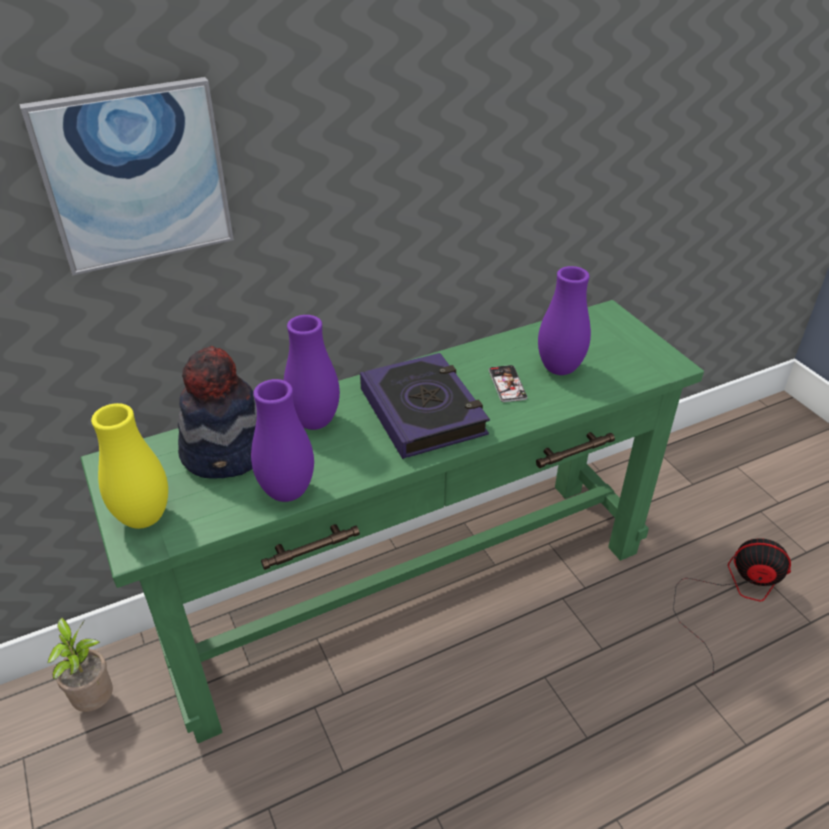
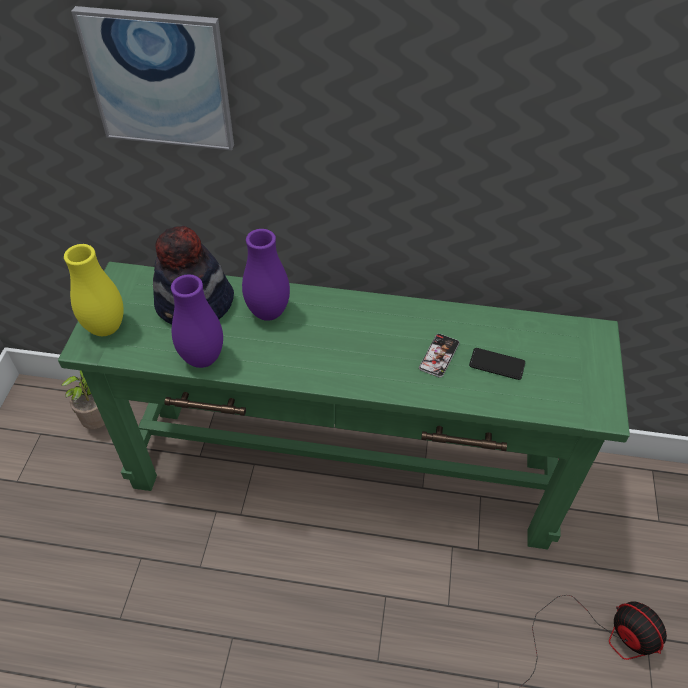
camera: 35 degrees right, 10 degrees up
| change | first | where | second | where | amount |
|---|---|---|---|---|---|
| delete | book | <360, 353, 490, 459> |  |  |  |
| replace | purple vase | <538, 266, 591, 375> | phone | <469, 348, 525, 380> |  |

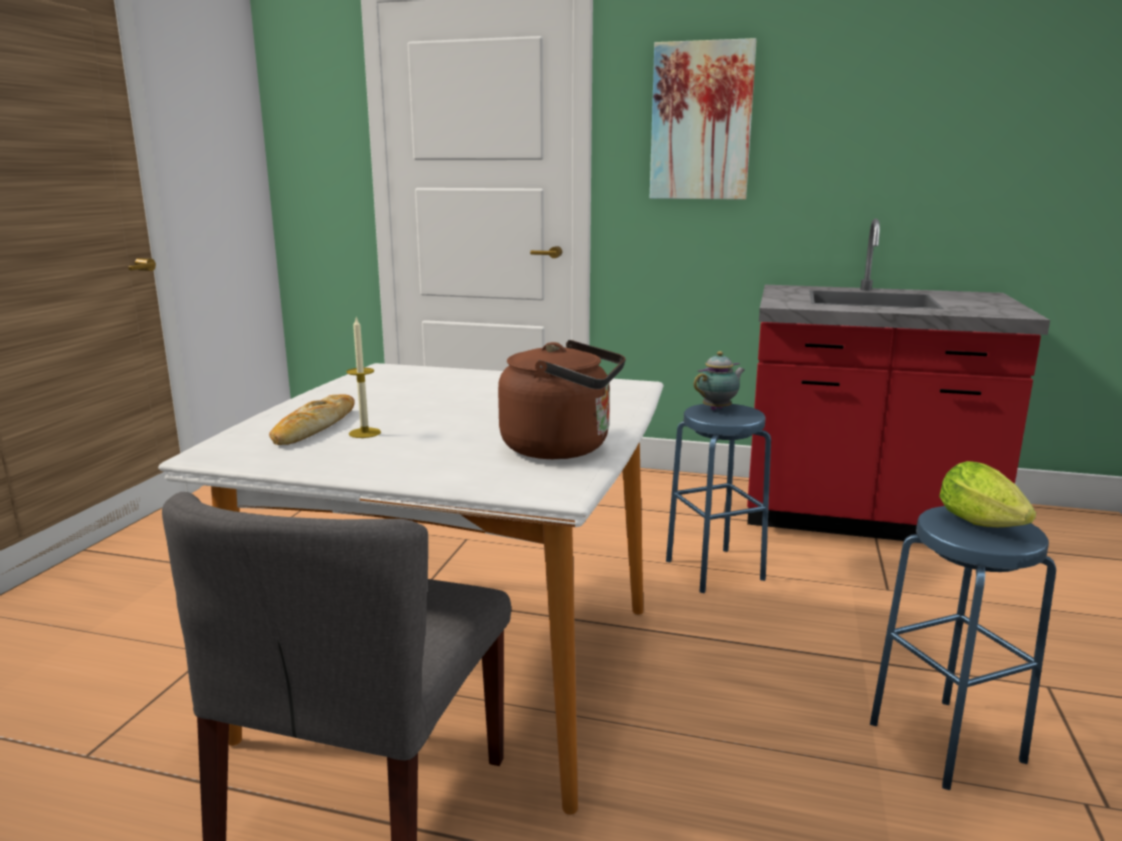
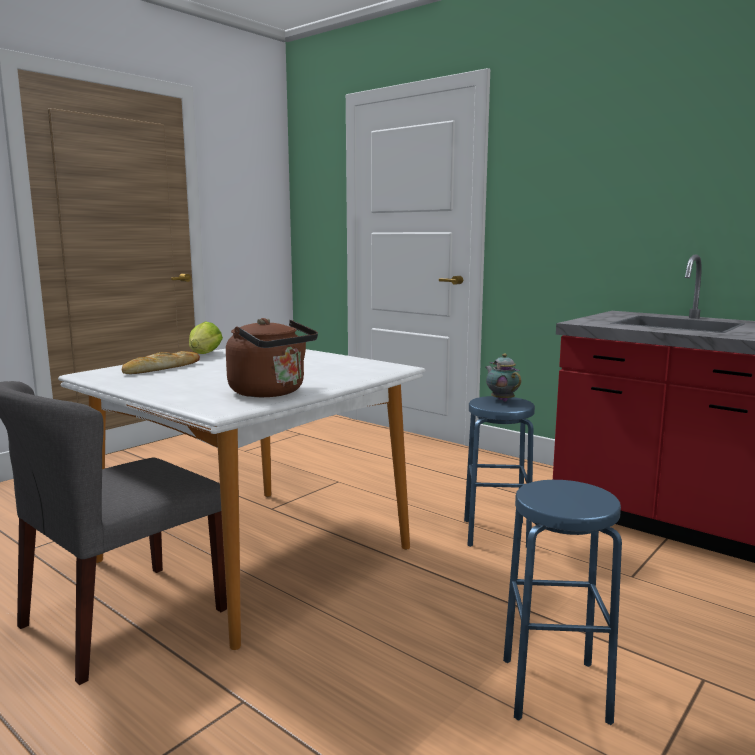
camera: 25 degrees right, 5 degrees down
| change | first | where | second | where | amount |
|---|---|---|---|---|---|
| delete | candle | <346, 317, 381, 438> |  |  |  |
| delete | picture | <650, 38, 757, 200> |  |  |  |
| move | lettuce | <939, 461, 1036, 527> |  | <189, 322, 223, 354> |  |
| rotate | teapot | <694, 351, 745, 410> |  | <485, 353, 521, 402> | 105 degrees counterclockwise |

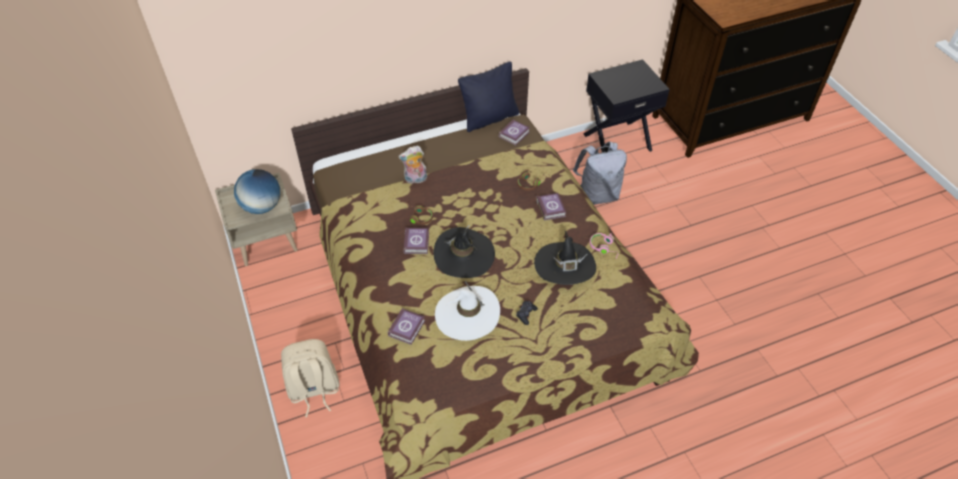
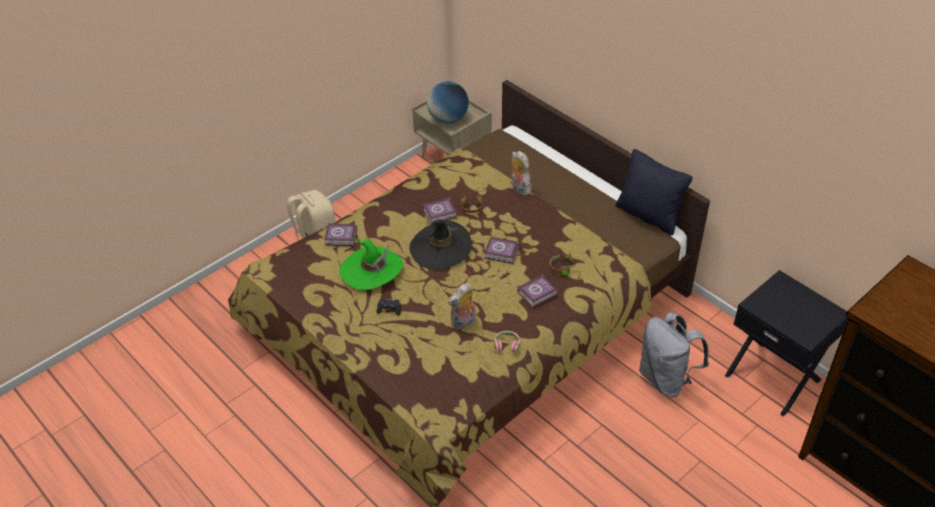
camera: 70 degrees right, 5 degrees down
| change | first | where | second | where | amount |
|---|---|---|---|---|---|
| move | book | <499, 119, 530, 146> |  | <484, 237, 519, 264> |  |
| replace | black hat | <534, 231, 596, 285> | plush toy | <448, 283, 476, 330> |  |
| recolor | white hat | <435, 281, 500, 341> | green hat | <340, 238, 403, 290> |  |

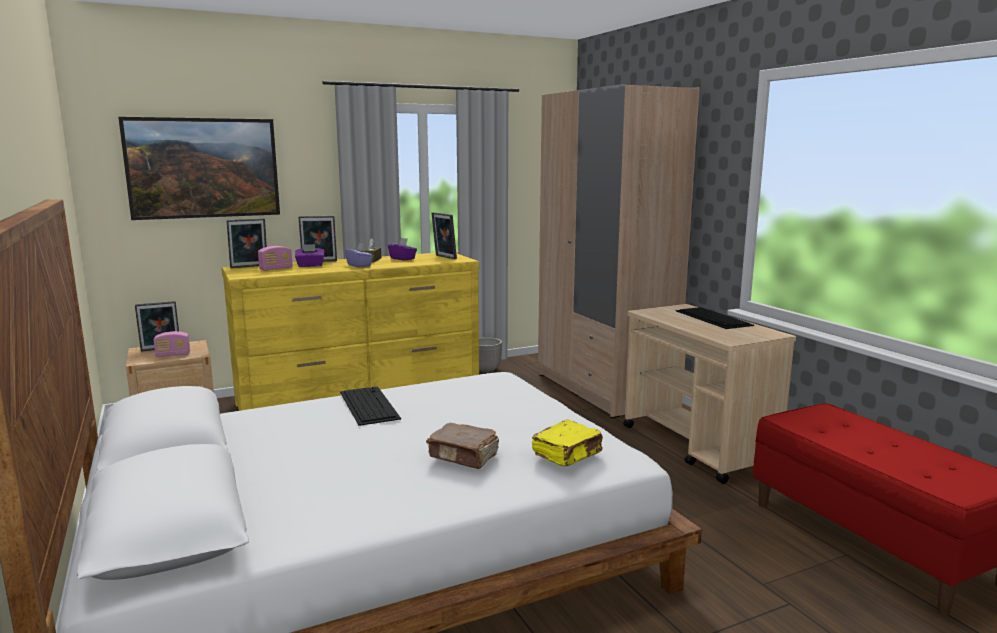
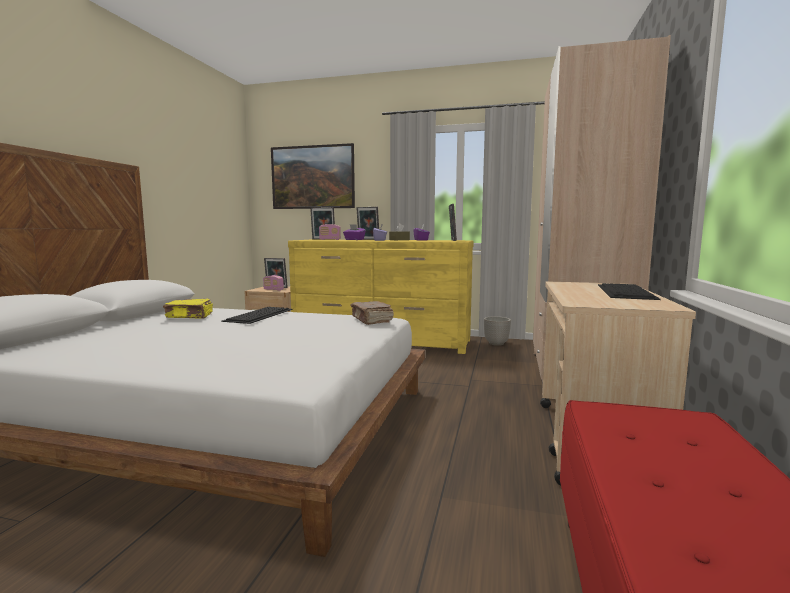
camera: 40 degrees right, 5 degrees down
| change | first | where | second | where | amount |
|---|---|---|---|---|---|
| move | brown book | <426, 423, 499, 469> |  | <351, 301, 394, 325> |  |
| move | yellow book | <532, 420, 603, 466> |  | <163, 299, 213, 319> |  |

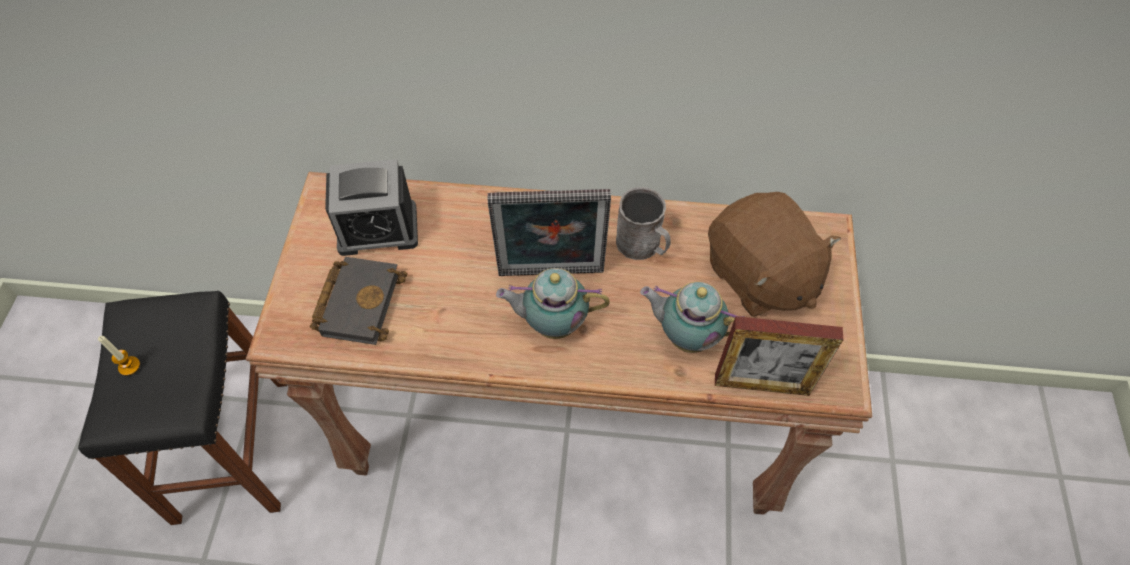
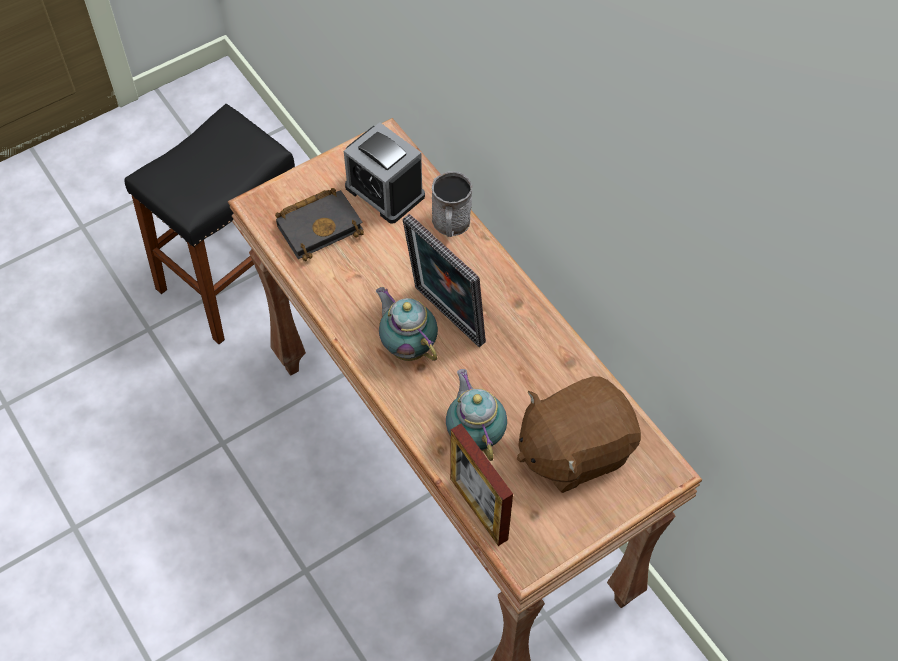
camera: 50 degrees right, 0 degrees up
| change | first | where | second | where | amount |
|---|---|---|---|---|---|
| delete | candle | <98, 336, 140, 376> |  |  |  |
| move | grey mug | <616, 187, 671, 260> |  | <432, 171, 472, 237> |  |
| rotate | brown plush toy | <708, 192, 841, 317> |  | <517, 376, 641, 493> | 45 degrees clockwise |

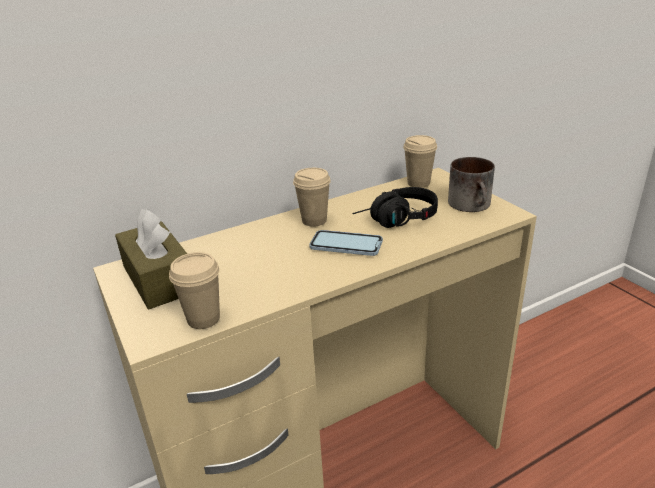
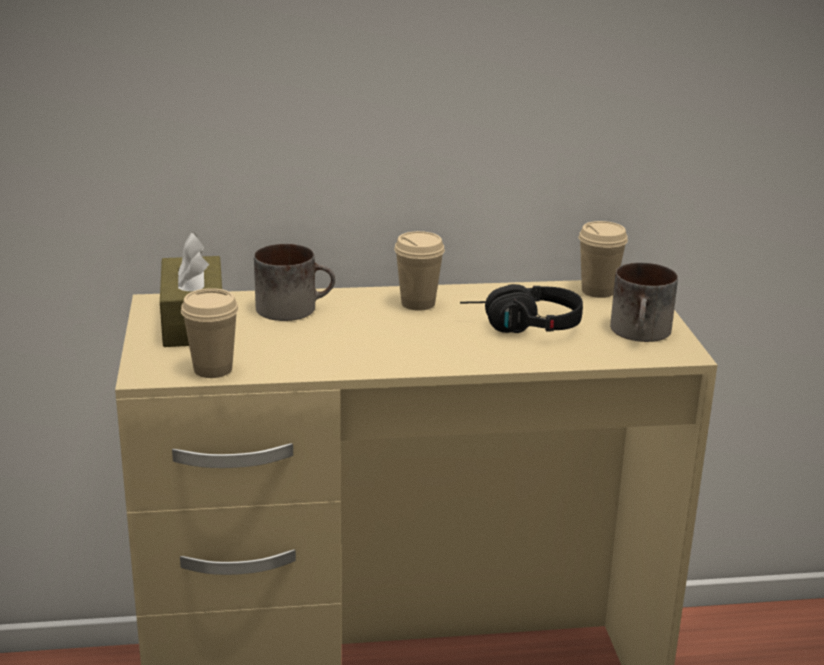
camera: 20 degrees right, 5 degrees down
| change | first | where | second | where | amount |
|---|---|---|---|---|---|
| delete | phone | <309, 230, 383, 256> |  |  |  |
| insert |  |  | mug | <254, 244, 335, 321> |  |

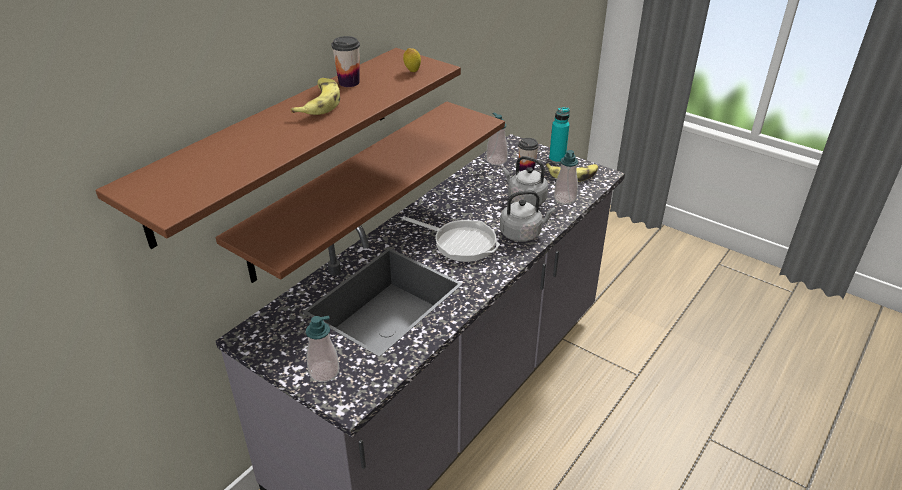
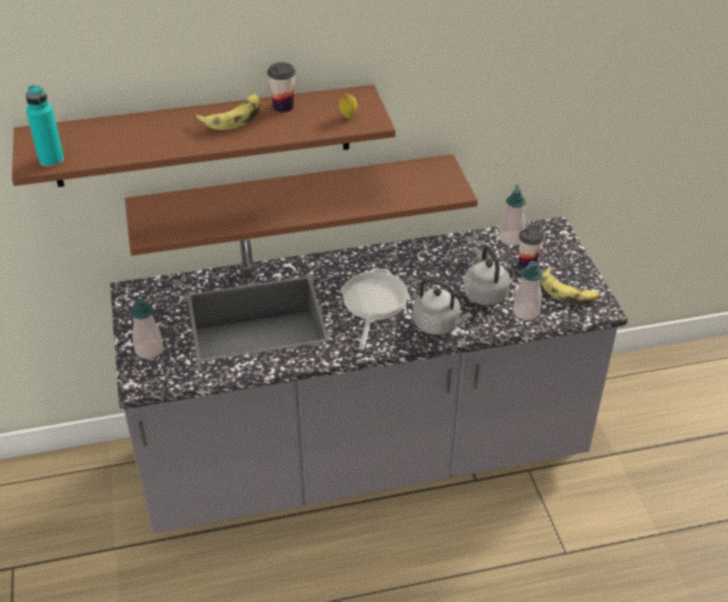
camera: 40 degrees right, 5 degrees up
| change | first | where | second | where | amount |
|---|---|---|---|---|---|
| move | turquoise bottle | <549, 107, 570, 163> |  | <26, 85, 64, 167> |  |
| rotate | frying pan | <403, 216, 500, 262> |  | <341, 268, 410, 350> | 150 degrees counterclockwise |

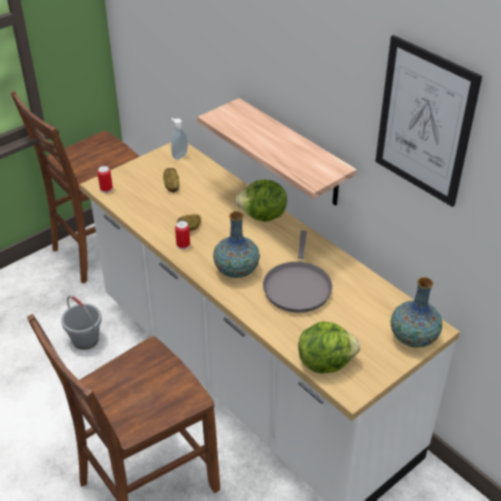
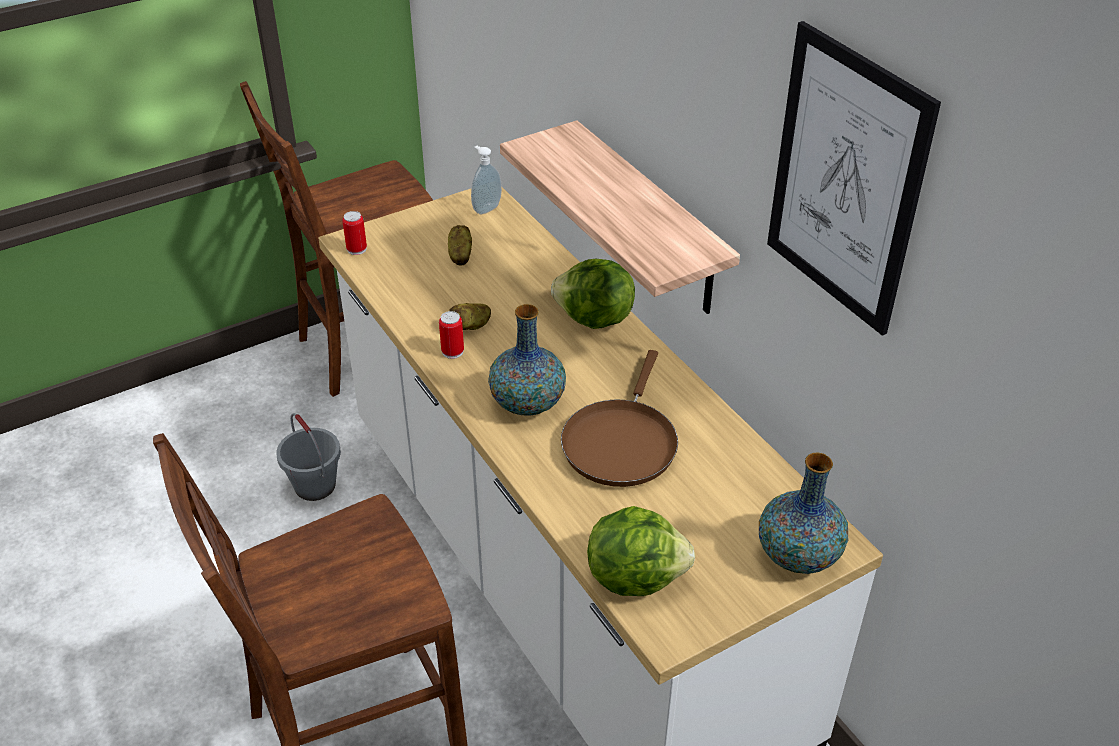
camera: 10 degrees right, 0 degrees up
| change | first | where | second | where | amount |
|---|---|---|---|---|---|
| recolor | grey frying pan | <263, 231, 332, 313> | brown frying pan | <561, 350, 678, 487> |  |

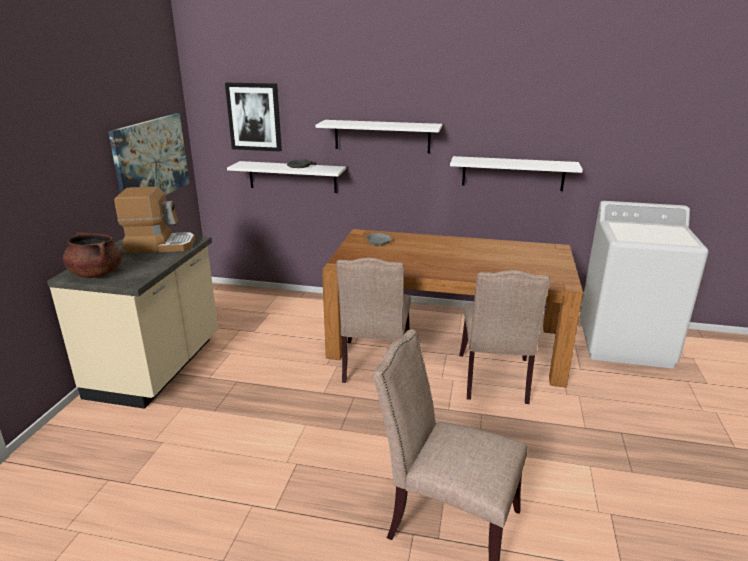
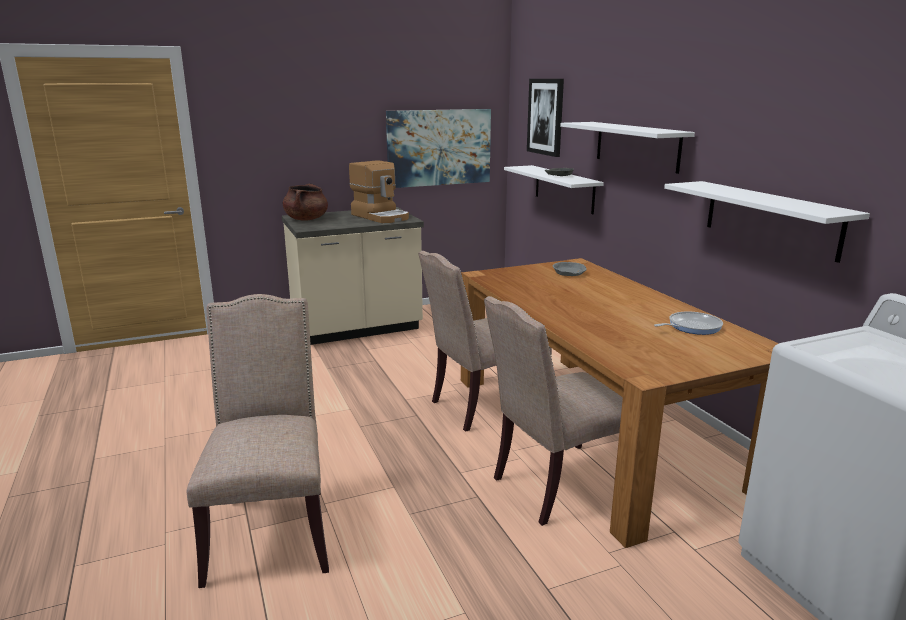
camera: 55 degrees right, 5 degrees down
| change | first | where | second | where | amount |
|---|---|---|---|---|---|
| insert |  |  | frying pan | <654, 311, 723, 335> |  |

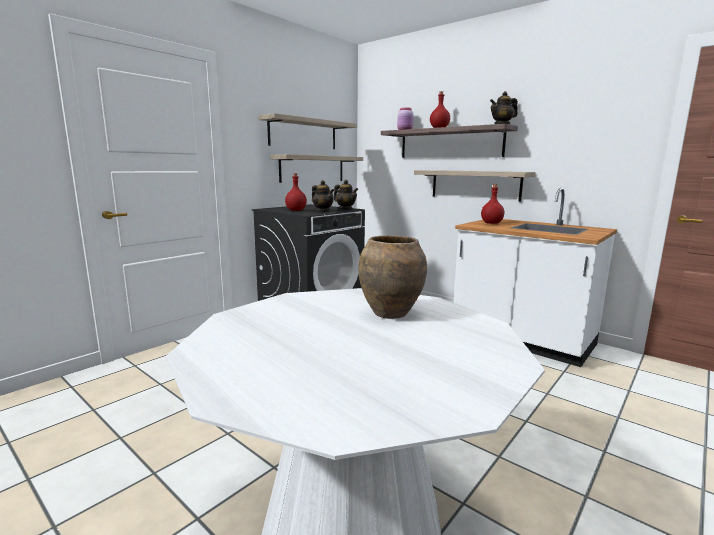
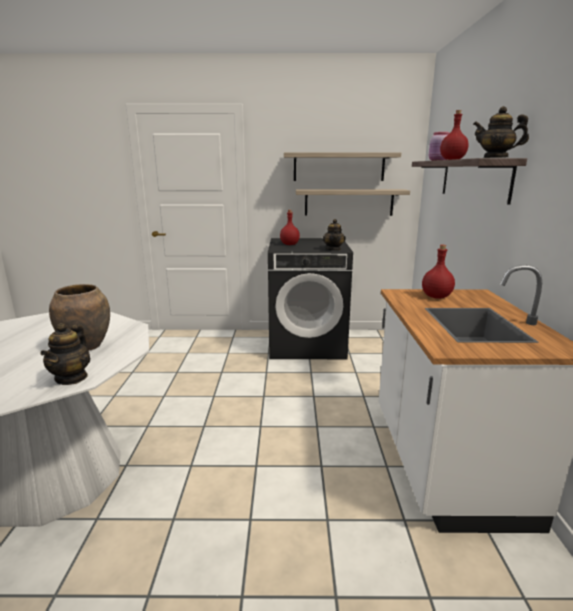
camera: 50 degrees right, 5 degrees up
| change | first | where | second | where | amount |
|---|---|---|---|---|---|
| delete | shelf | <414, 170, 535, 202> |  |  |  |
| move | teapot | <312, 180, 334, 212> |  | <41, 323, 90, 385> |  |

